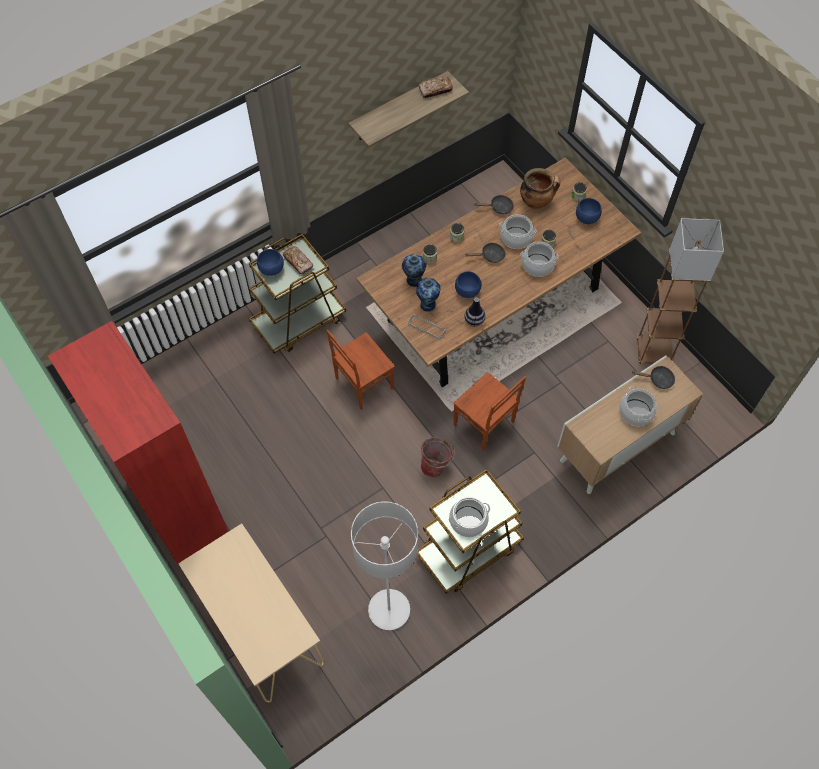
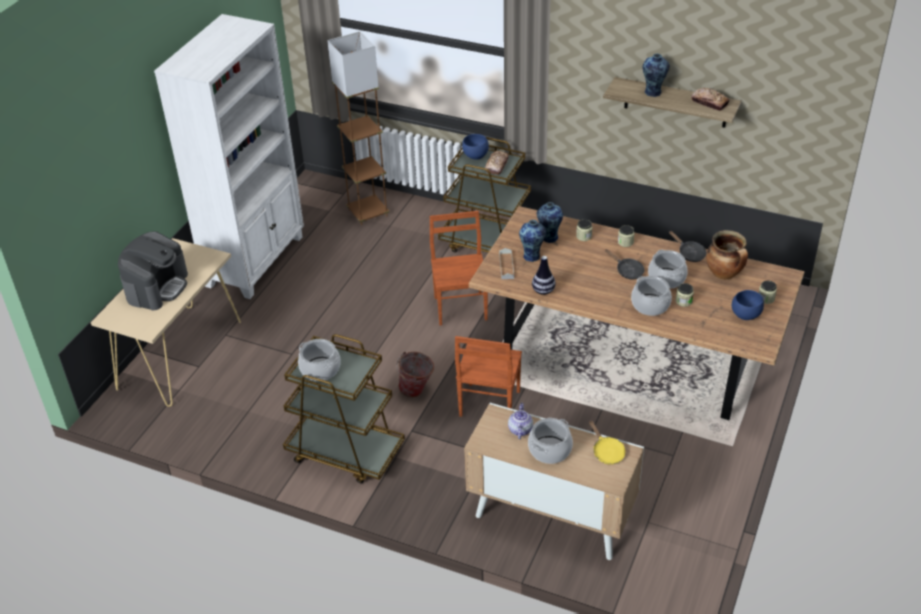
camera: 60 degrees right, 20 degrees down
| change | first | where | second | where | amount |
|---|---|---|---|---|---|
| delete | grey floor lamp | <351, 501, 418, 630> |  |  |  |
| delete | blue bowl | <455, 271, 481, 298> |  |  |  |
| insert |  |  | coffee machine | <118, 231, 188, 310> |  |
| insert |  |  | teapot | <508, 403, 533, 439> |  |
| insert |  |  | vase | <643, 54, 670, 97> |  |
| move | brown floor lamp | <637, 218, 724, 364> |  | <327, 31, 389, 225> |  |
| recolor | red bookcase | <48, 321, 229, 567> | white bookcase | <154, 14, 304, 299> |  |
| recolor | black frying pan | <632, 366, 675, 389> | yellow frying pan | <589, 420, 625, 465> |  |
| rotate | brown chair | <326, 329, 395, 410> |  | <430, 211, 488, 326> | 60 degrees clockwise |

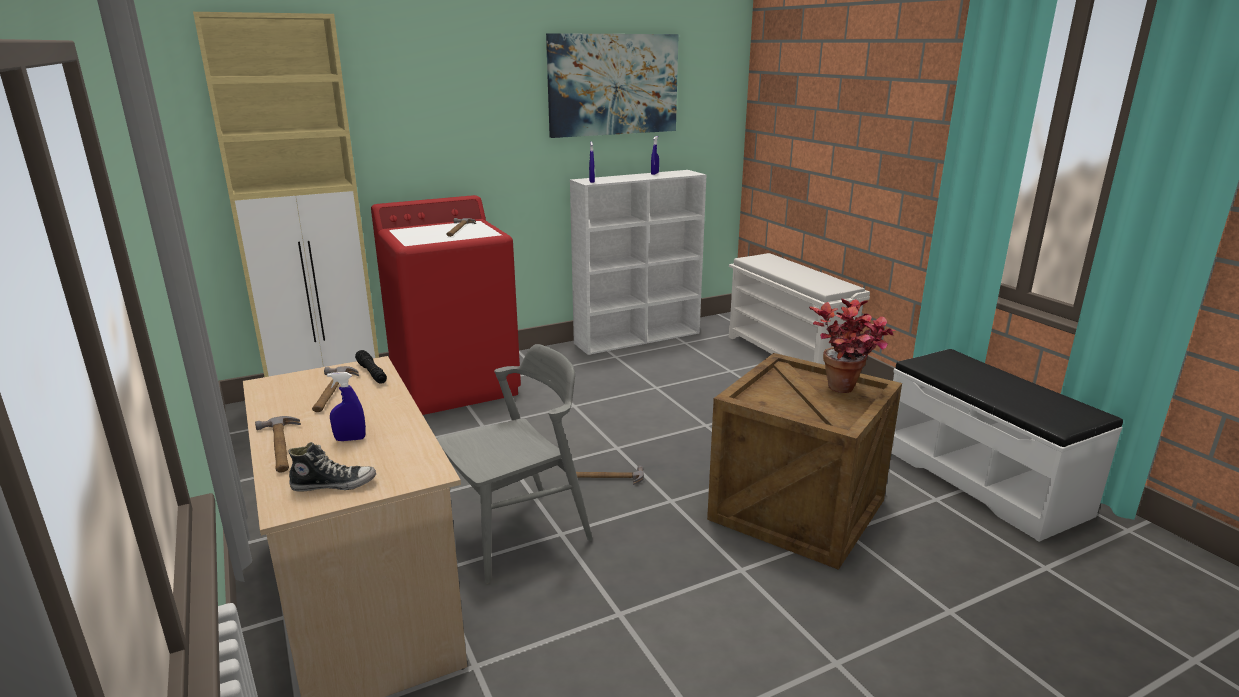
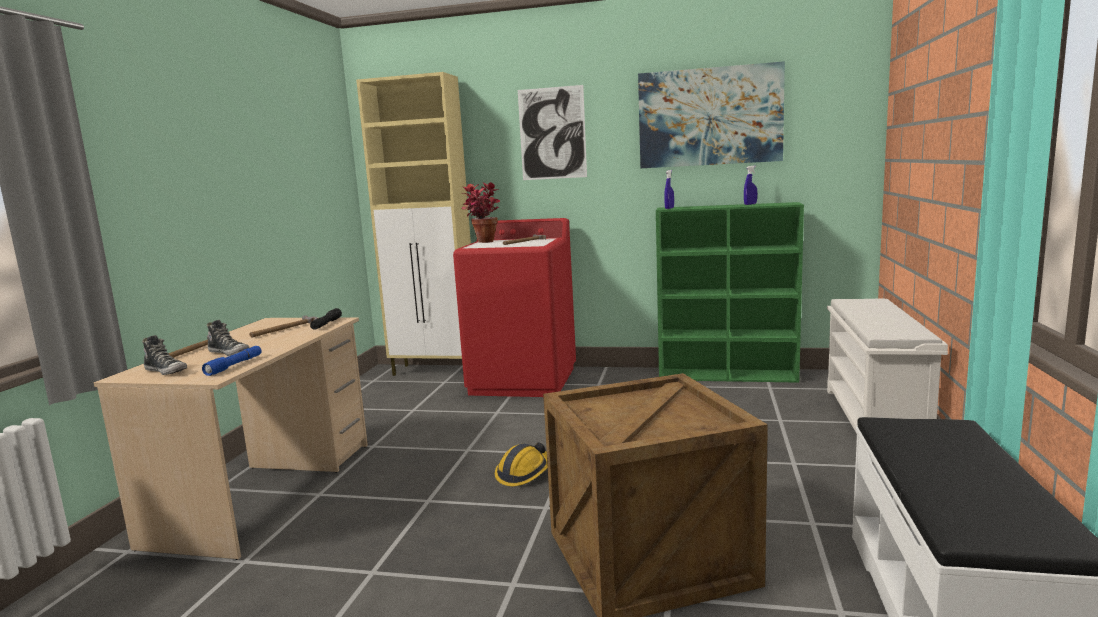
camera: 40 degrees right, 10 degrees down
| change | first | where | second | where | amount |
|---|---|---|---|---|---|
| delete | grey chair | <437, 344, 593, 584> |  |  |  |
| insert |  |  | blue flashlight | <202, 346, 262, 376> |  |
| insert |  |  | picture | <518, 85, 587, 180> |  |
| move | potted plant | <809, 298, 895, 393> |  | <462, 182, 500, 243> |  |
| replace | blue spray bottle | <327, 372, 366, 441> | shoe | <207, 320, 249, 356> |  |
| replace | hammer | <576, 465, 644, 485> | hard hat | <495, 442, 548, 486> |  |
| recolor | white bookcase | <570, 170, 706, 355> | green bookcase | <656, 202, 804, 383> |  |

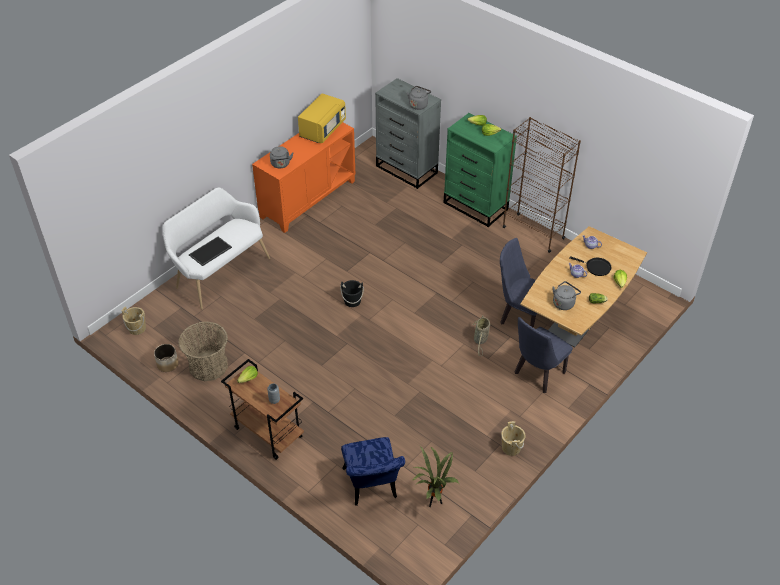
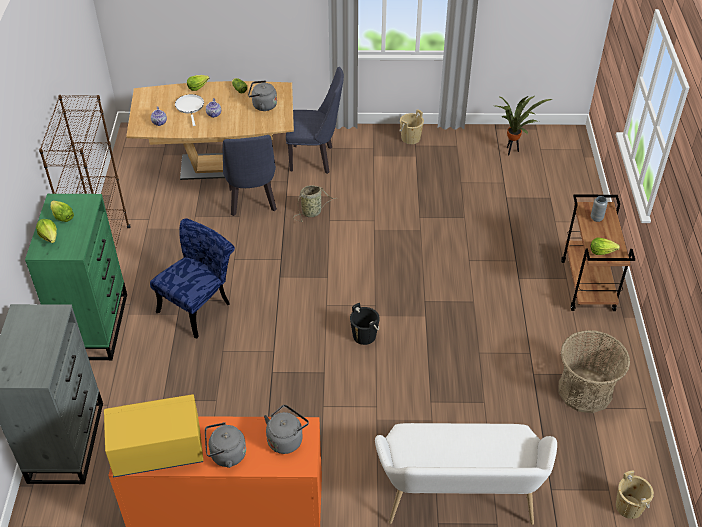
camera: 130 degrees left, 0 degrees up
| change | first | where | second | where | amount |
|---|---|---|---|---|---|
| delete | planter | <154, 344, 179, 372> |  |  |  |
| delete | tray | <189, 237, 232, 266> |  |  |  |
| move | blue chair | <341, 437, 405, 506> |  | <150, 218, 235, 338> |  |
| move | grey kettle | <407, 86, 431, 110> |  | <205, 422, 246, 468> |  |
| recolor | black frying pan | <569, 256, 612, 276> | white frying pan | <175, 94, 204, 126> |  |

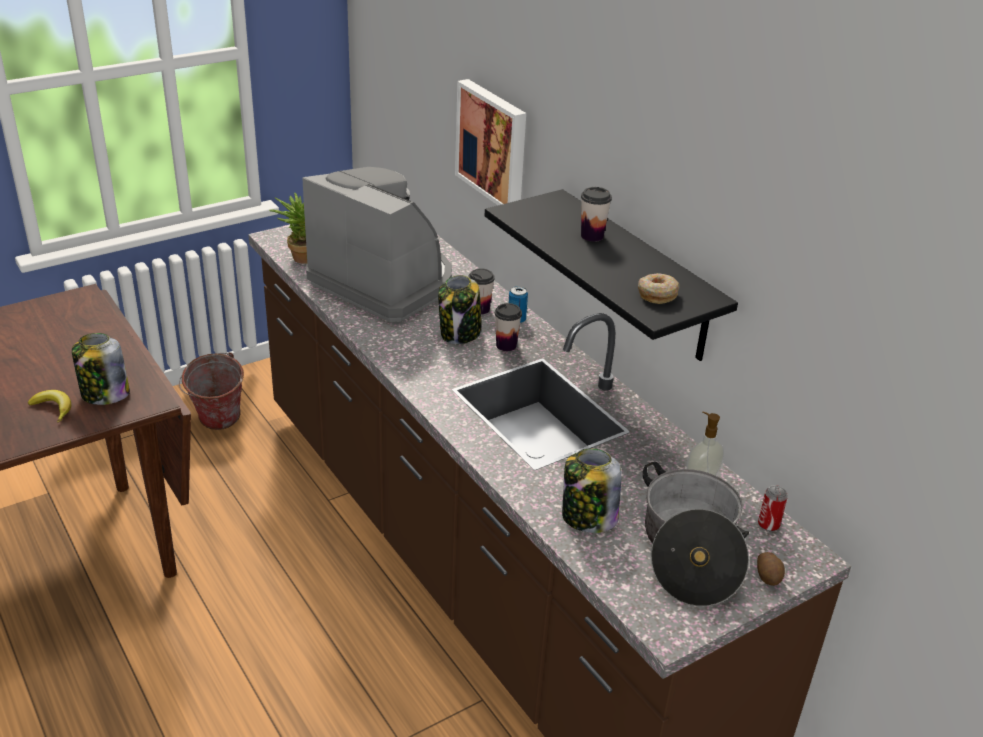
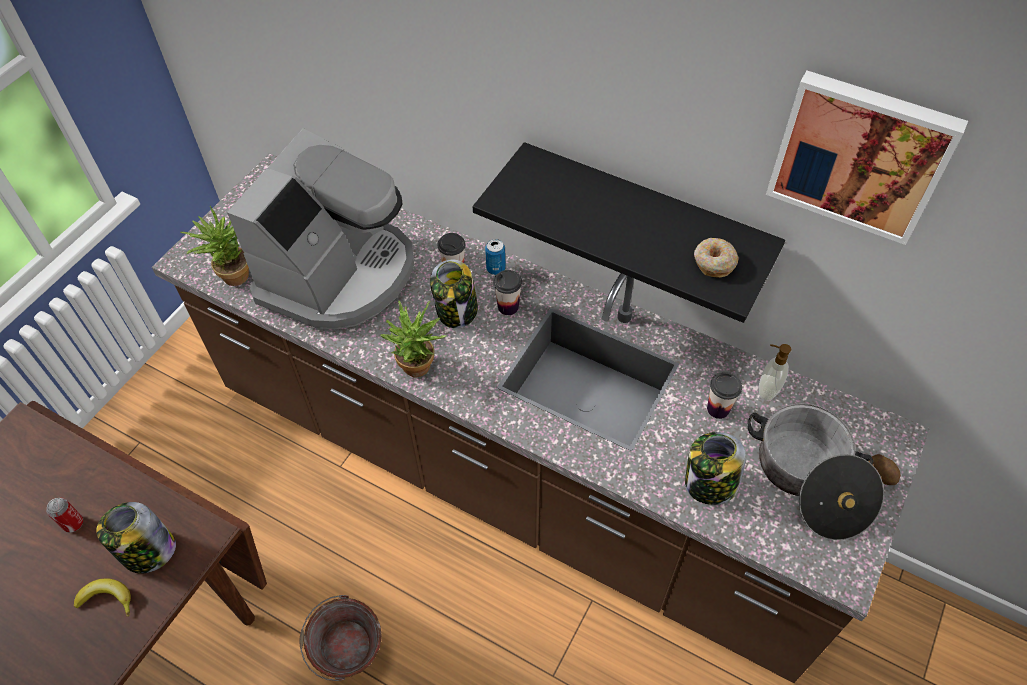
camera: 25 degrees left, 20 degrees up
| change | first | where | second | where | amount |
|---|---|---|---|---|---|
| insert |  |  | potted plant | <380, 301, 446, 377> |  |
| move | bucket | <179, 352, 244, 430> |  | <299, 595, 382, 681> |  |
| move | picture | <455, 79, 526, 205> |  | <766, 71, 968, 245> |  |
| move | cup | <581, 187, 612, 242> |  | <707, 372, 742, 419> |  |
| move | can | <758, 485, 788, 532> |  | <46, 497, 83, 533> |  |
| rotate | coffee machine | <302, 167, 452, 322> |  | <227, 128, 414, 329> | 105 degrees clockwise |

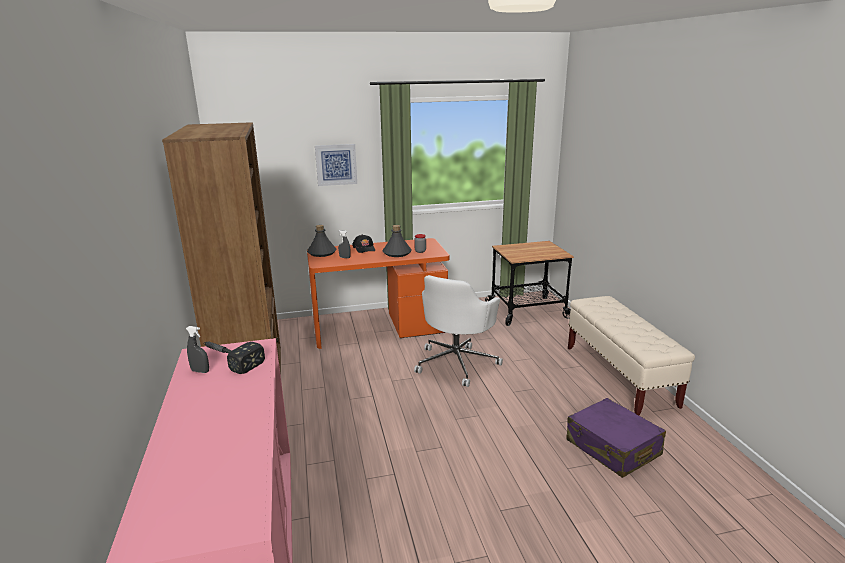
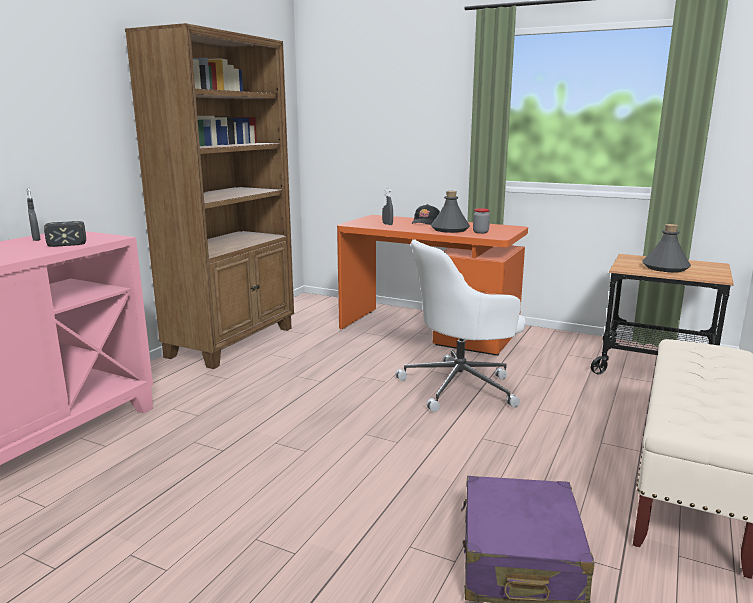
camera: 40 degrees right, 5 degrees down
| change | first | where | second | where | amount |
|---|---|---|---|---|---|
| delete | picture | <315, 144, 357, 186> |  |  |  |
| move | grey bottle | <307, 225, 336, 257> |  | <642, 224, 691, 272> |  |

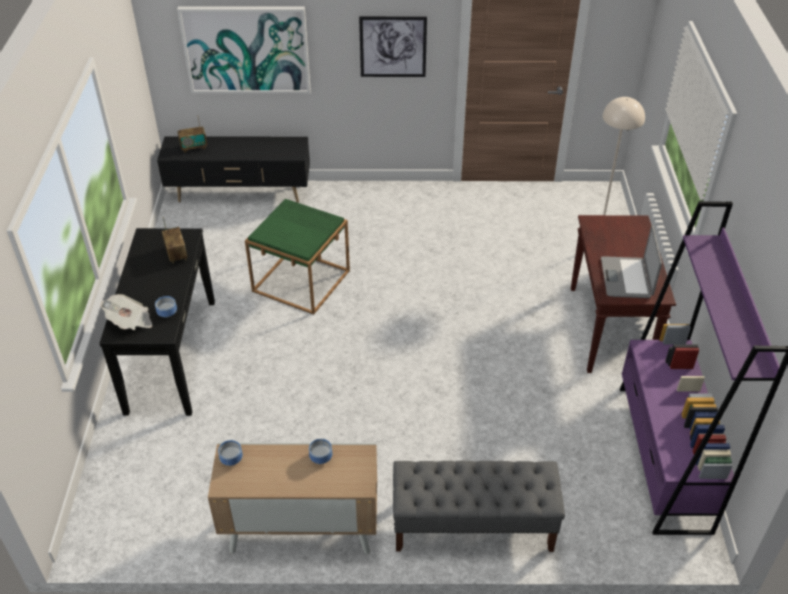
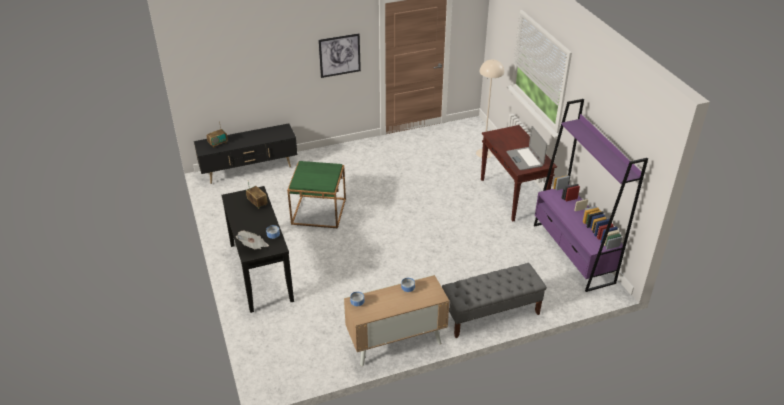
camera: 20 degrees left, 5 degrees down
| change | first | where | second | where | amount |
|---|---|---|---|---|---|
| delete | picture | <177, 6, 311, 94> |  |  |  |

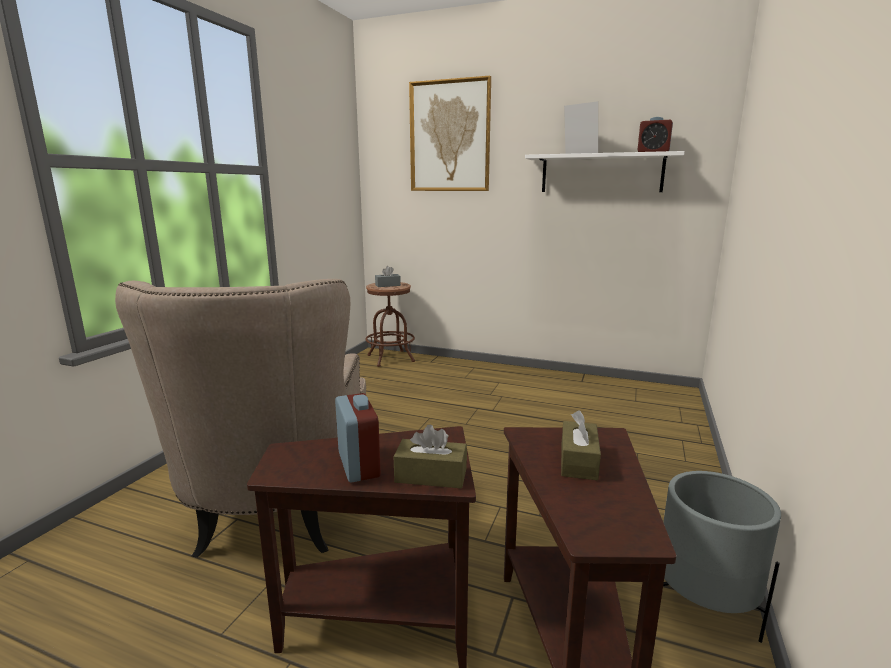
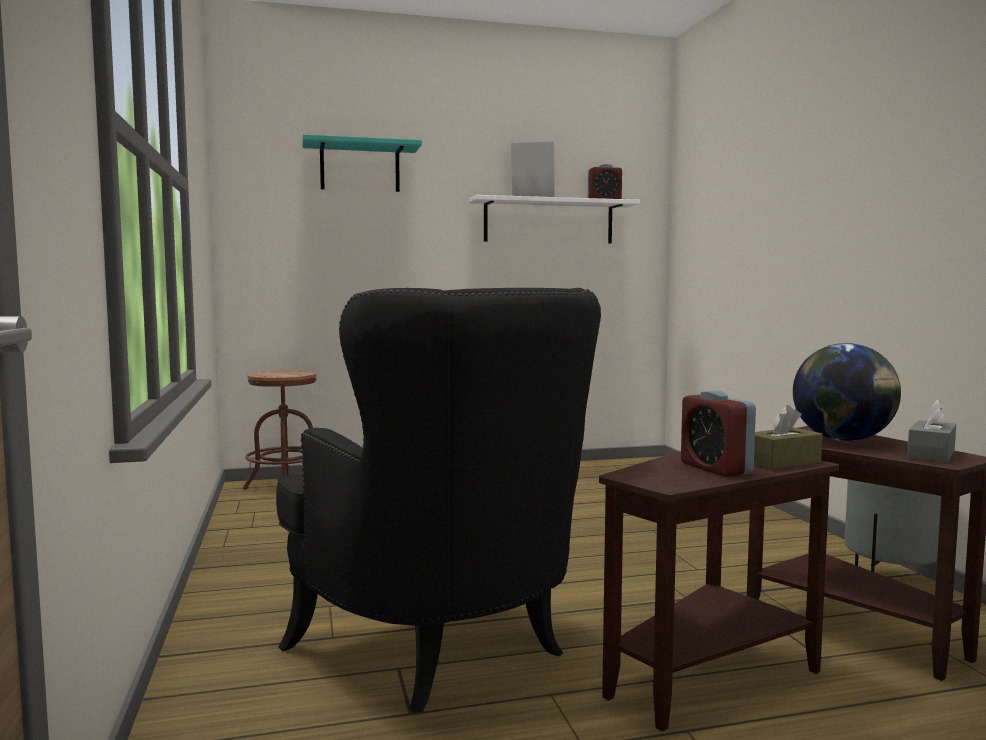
camera: 35 degrees left, 10 degrees down
| change | first | where | second | where | amount |
|---|---|---|---|---|---|
| move | grey tissue box | <375, 266, 401, 287> |  | <907, 399, 956, 462> |  |
| replace | picture | <409, 76, 491, 191> | turquoise shelf | <303, 134, 422, 192> |  |
| replace | brown tissue box | <561, 410, 601, 480> | globe | <793, 343, 901, 441> |  |
| recolor | beige armchair | <115, 279, 366, 558> | black armchair | <276, 288, 601, 713> |  |
| rotate | alarm clock | <335, 393, 381, 483> |  | <681, 390, 756, 477> | 150 degrees counterclockwise |

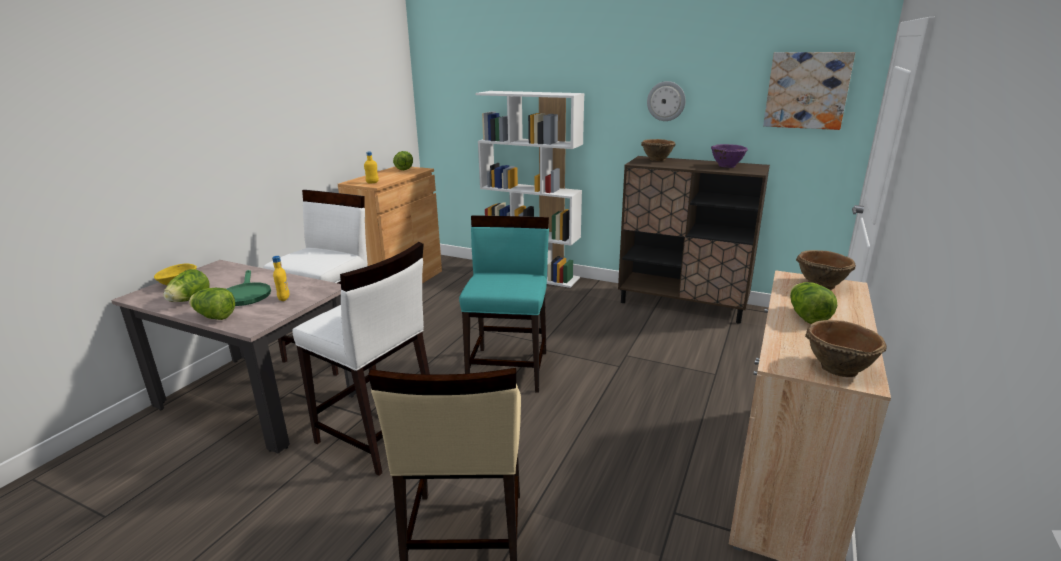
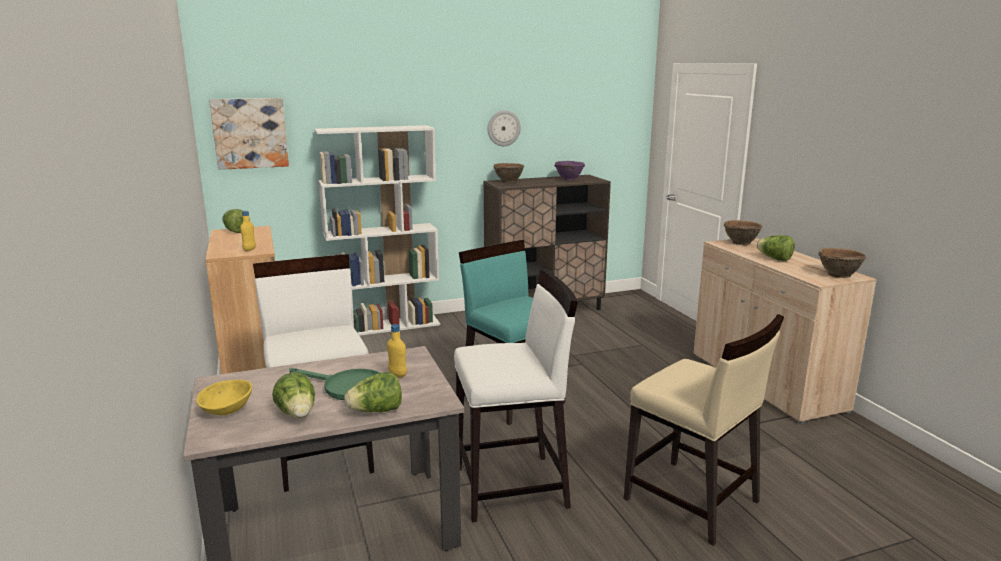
camera: 45 degrees left, 5 degrees down
| change | first | where | second | where | amount |
|---|---|---|---|---|---|
| move | picture | <763, 52, 855, 130> |  | <209, 98, 289, 170> |  |

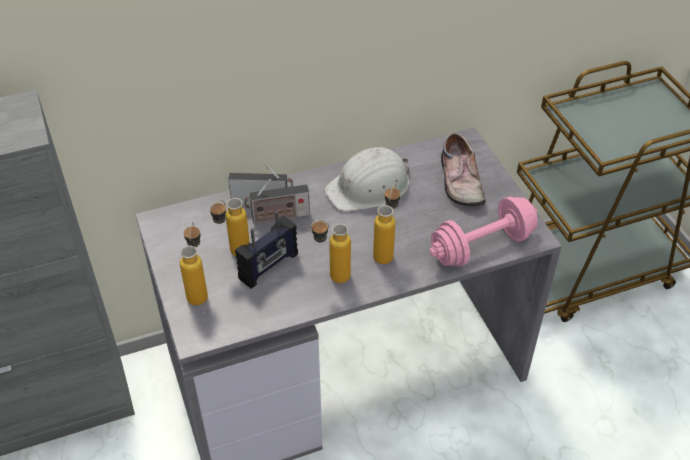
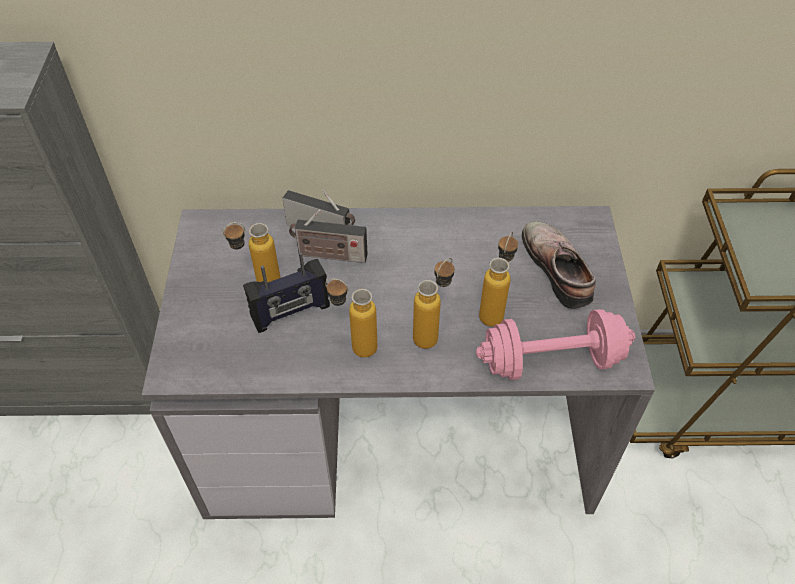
camera: 20 degrees right, 5 degrees up
| change | first | where | second | where | amount |
|---|---|---|---|---|---|
| delete | white hard hat | <324, 147, 409, 211> |  |  |  |
| move | bottle | <180, 222, 208, 305> |  | <479, 232, 518, 327> |  |
| rotate | shoe | <441, 133, 486, 206> |  | <522, 221, 596, 309> | 150 degrees clockwise |

